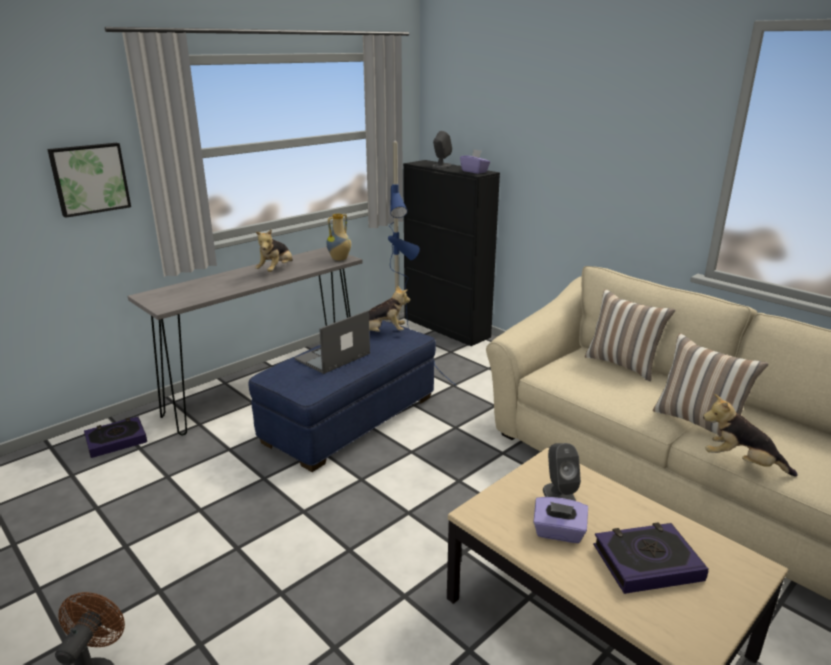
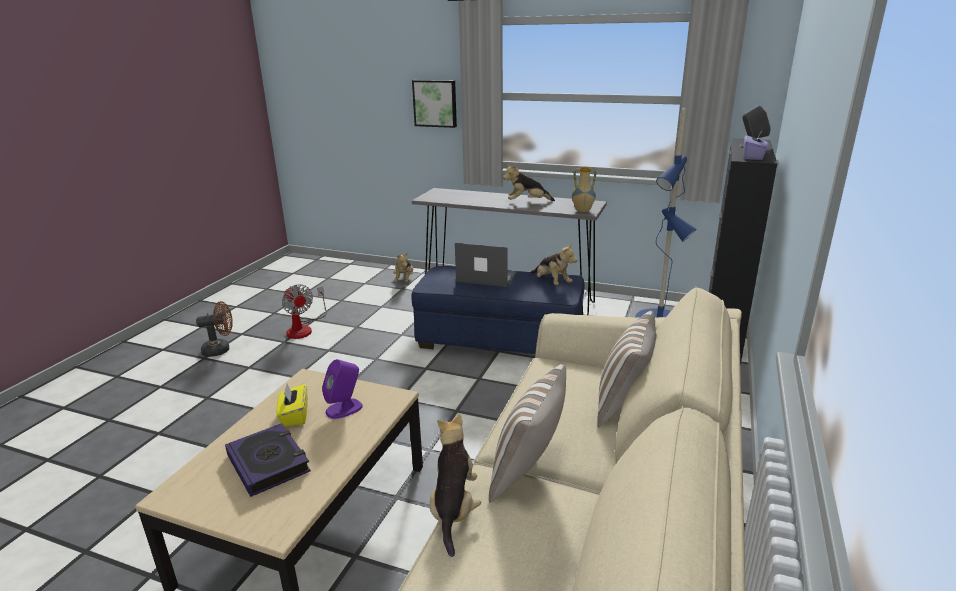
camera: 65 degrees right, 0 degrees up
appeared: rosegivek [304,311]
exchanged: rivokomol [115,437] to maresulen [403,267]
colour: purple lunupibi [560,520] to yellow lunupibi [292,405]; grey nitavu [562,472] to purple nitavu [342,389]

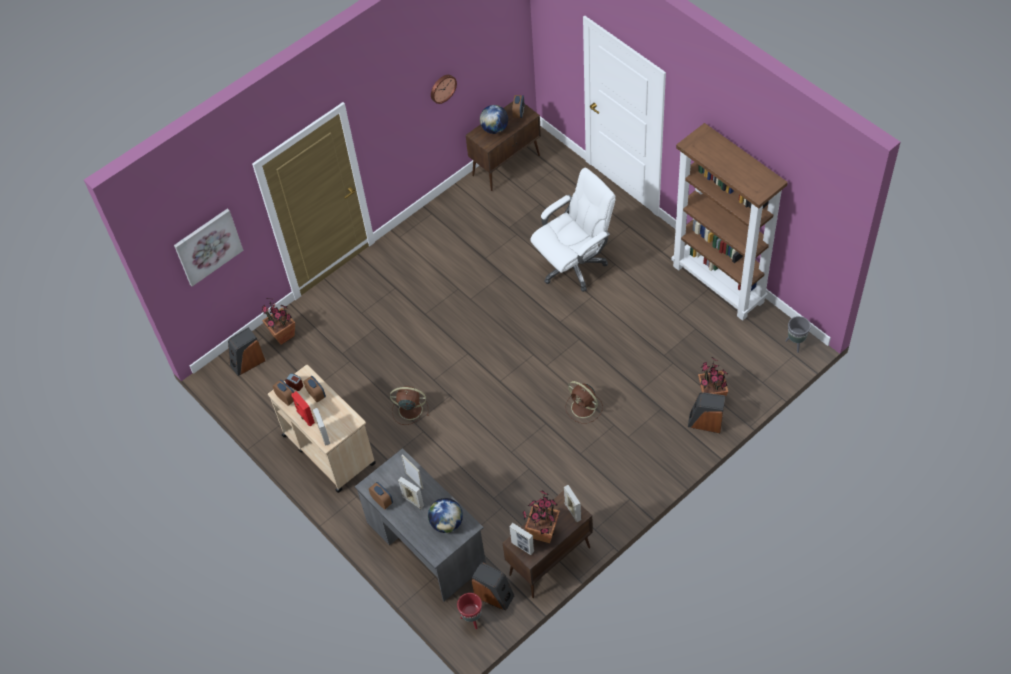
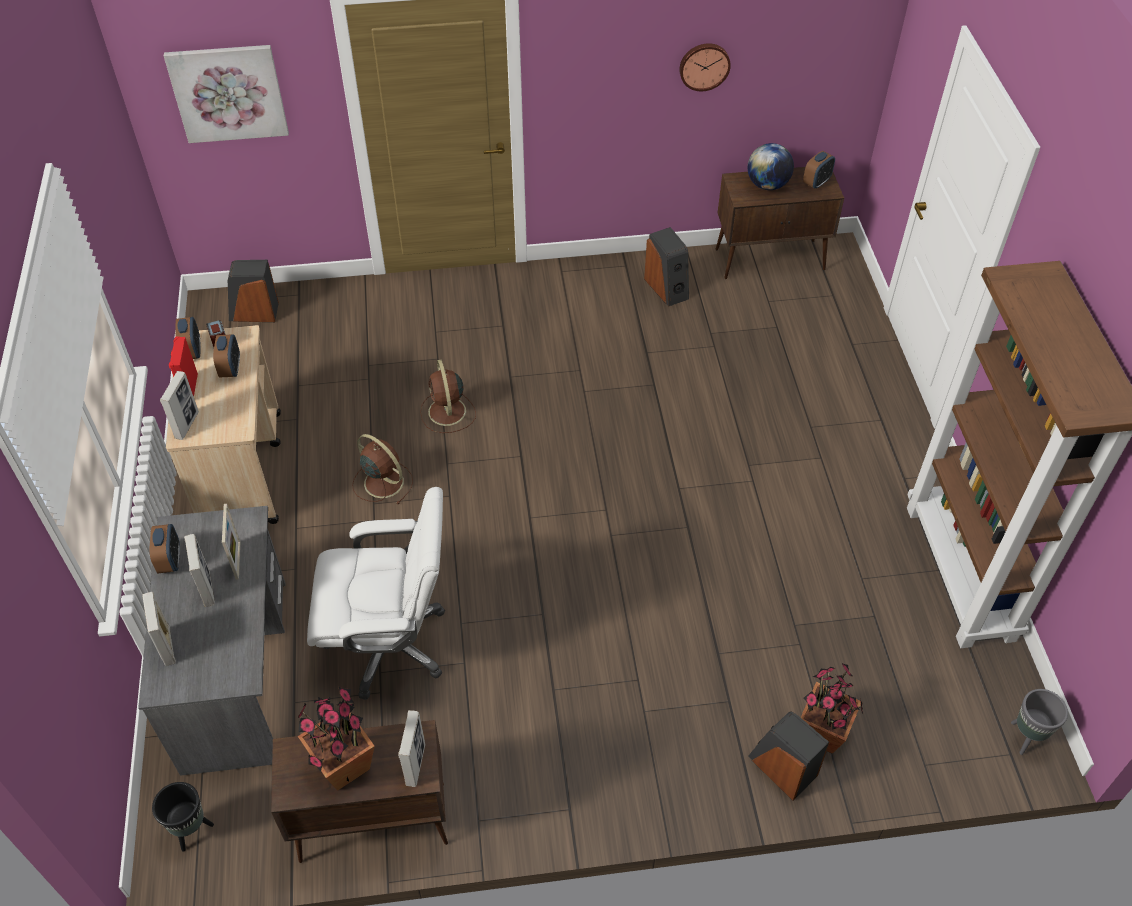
camera: 30 degrees right, 5 degrees down
missing: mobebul [278,321]; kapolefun [445,515]
relocated: nitavu [493,586] to [666,267]; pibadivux [522,539] to [159,629]; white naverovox [573,230] to [376,593]; brown rosegivek [584,402] to [448,396]
colour: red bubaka [469,611] to black bubaka [183,817]

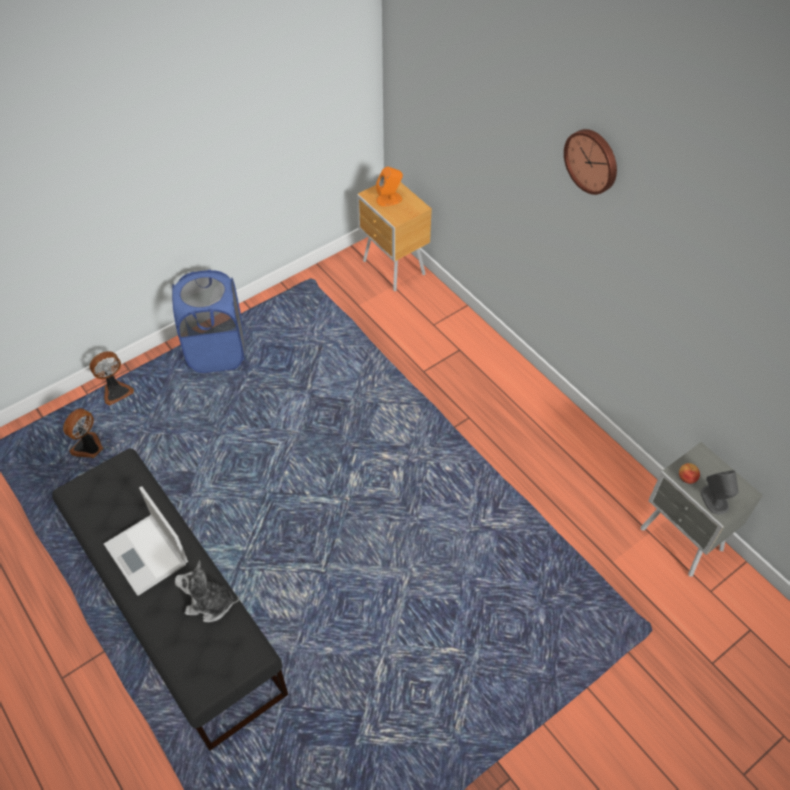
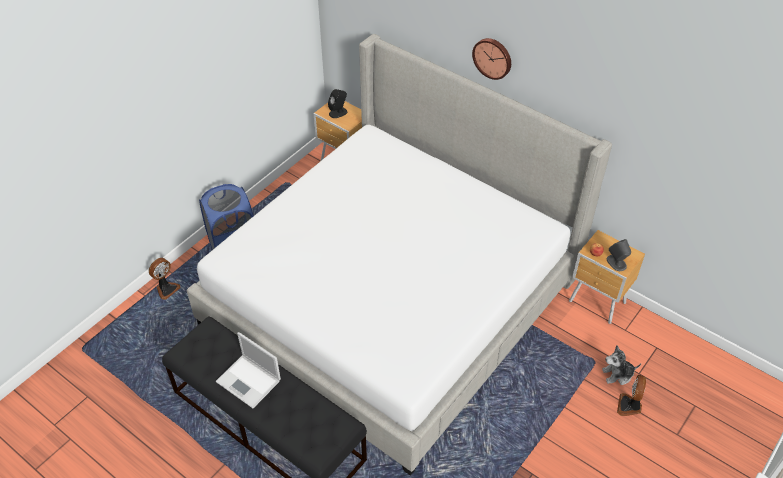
camera: 15 degrees left, 5 degrees down
appeared: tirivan [399,255]
relocated: rosegivek [83,433] to [631,395]; maresulen [207,591] to [621,365]
colour: orange nitavu [389,186] to black nitavu [337,103]; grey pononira [702,509] to brown pononira [607,277]

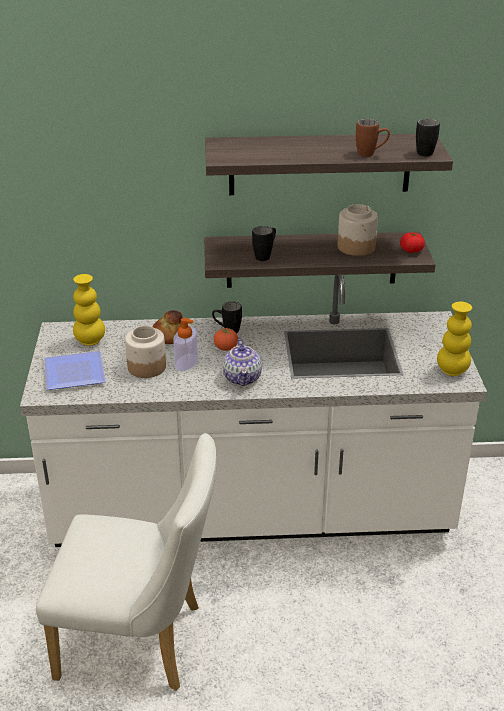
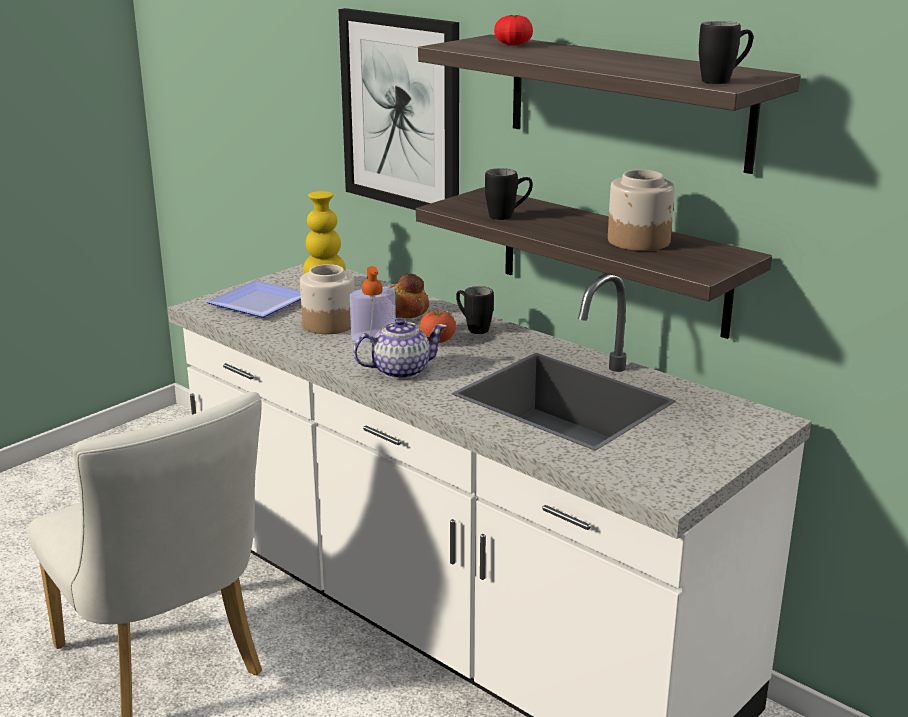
camera: 45 degrees right, 10 degrees down
missing: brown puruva [373,137]; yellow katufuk [454,339]
appeared: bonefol [398,109]
relocated: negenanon [412,242] to [513,29]
spun: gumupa [242,362] = [400,348] 150 degrees counterclockwise

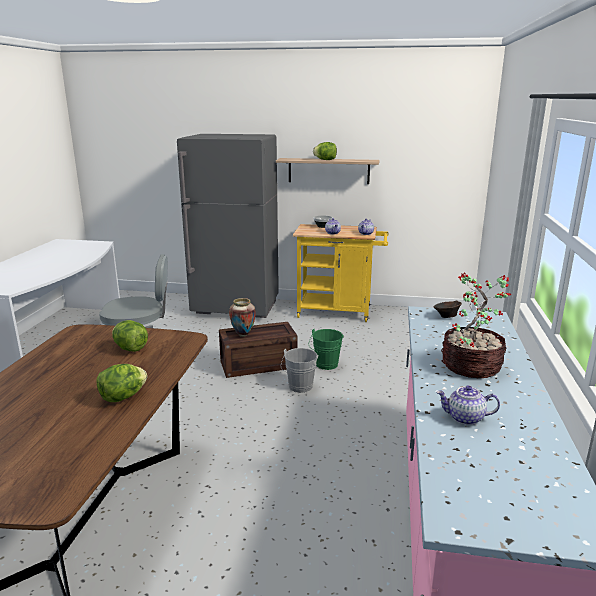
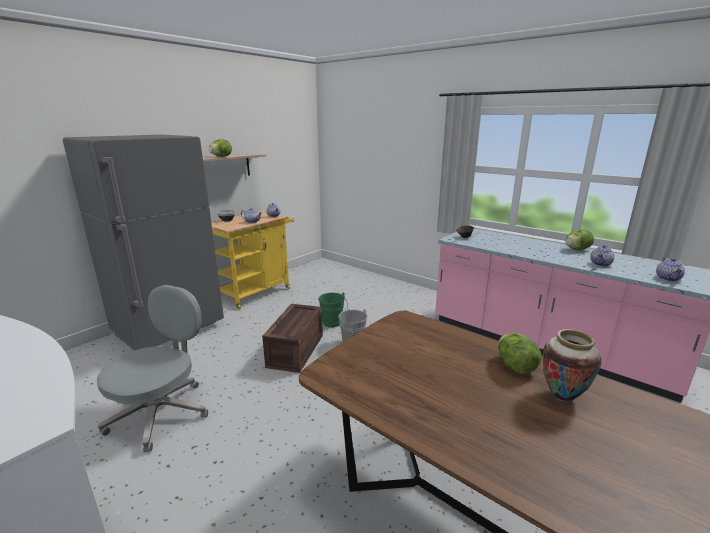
camera: 60 degrees left, 0 degrees up
missing: mobebul [476,325]
appeared: gumupa [670,269]
relocated: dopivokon [130,336] to [579,239]; katufuk [242,317] to [572,365]

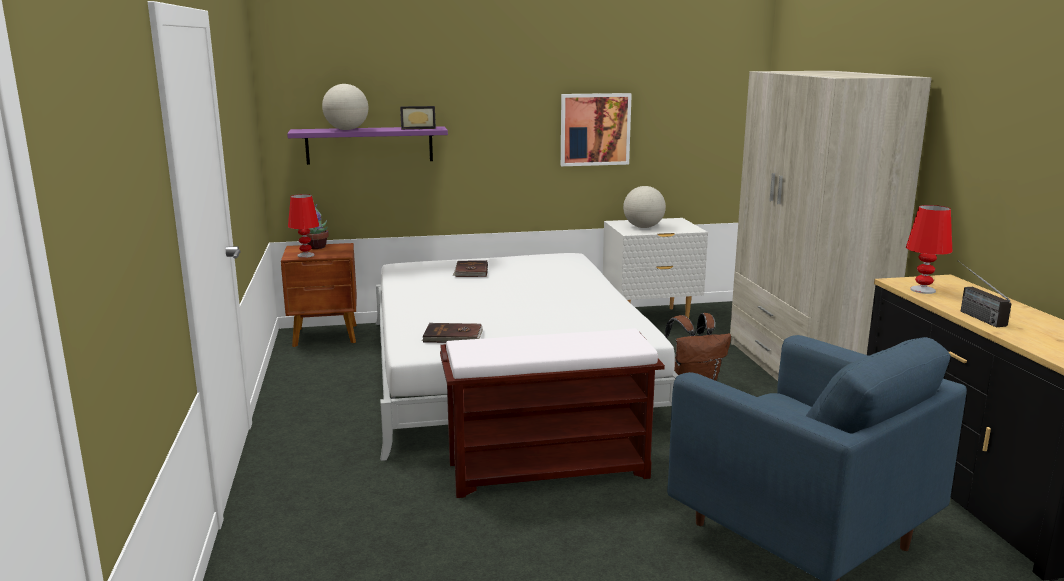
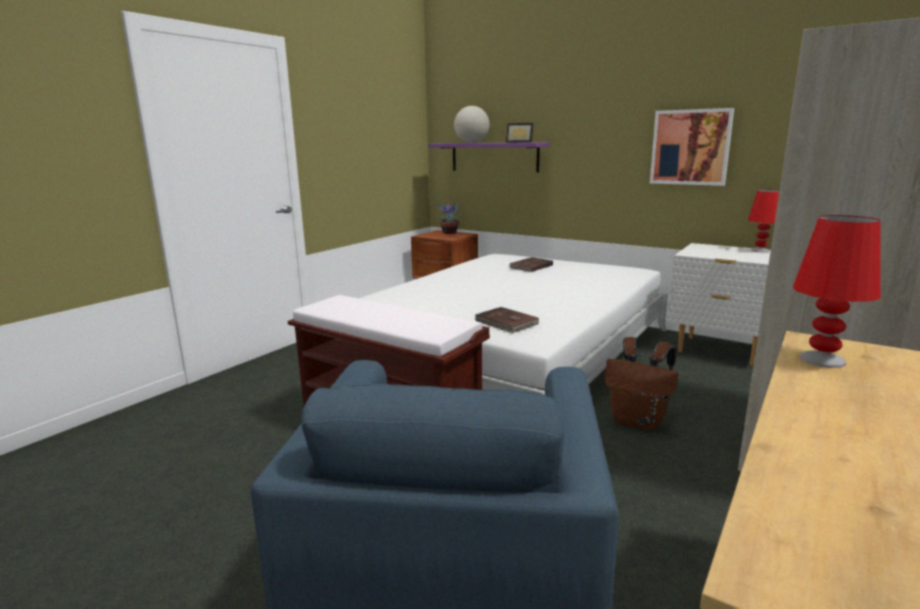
camera: 45 degrees right, 0 degrees up
missing: kapolefun [644,207]; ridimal [985,293]
relocated: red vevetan [303,226] to [763,221]; brown rivokomol [452,333] to [507,320]

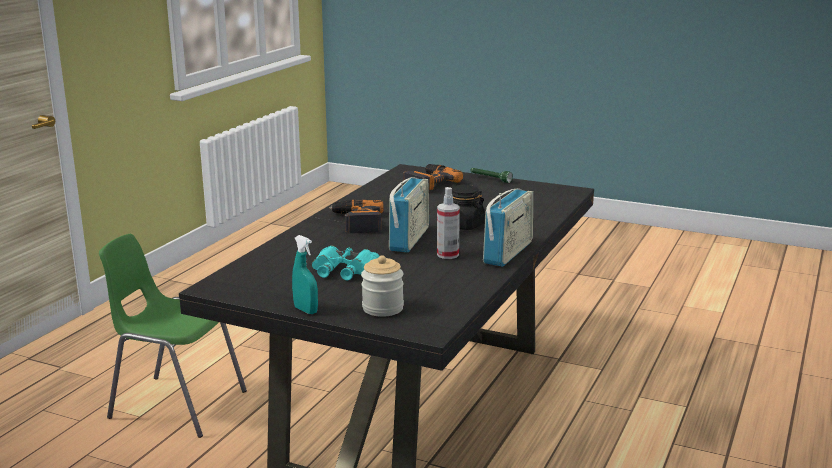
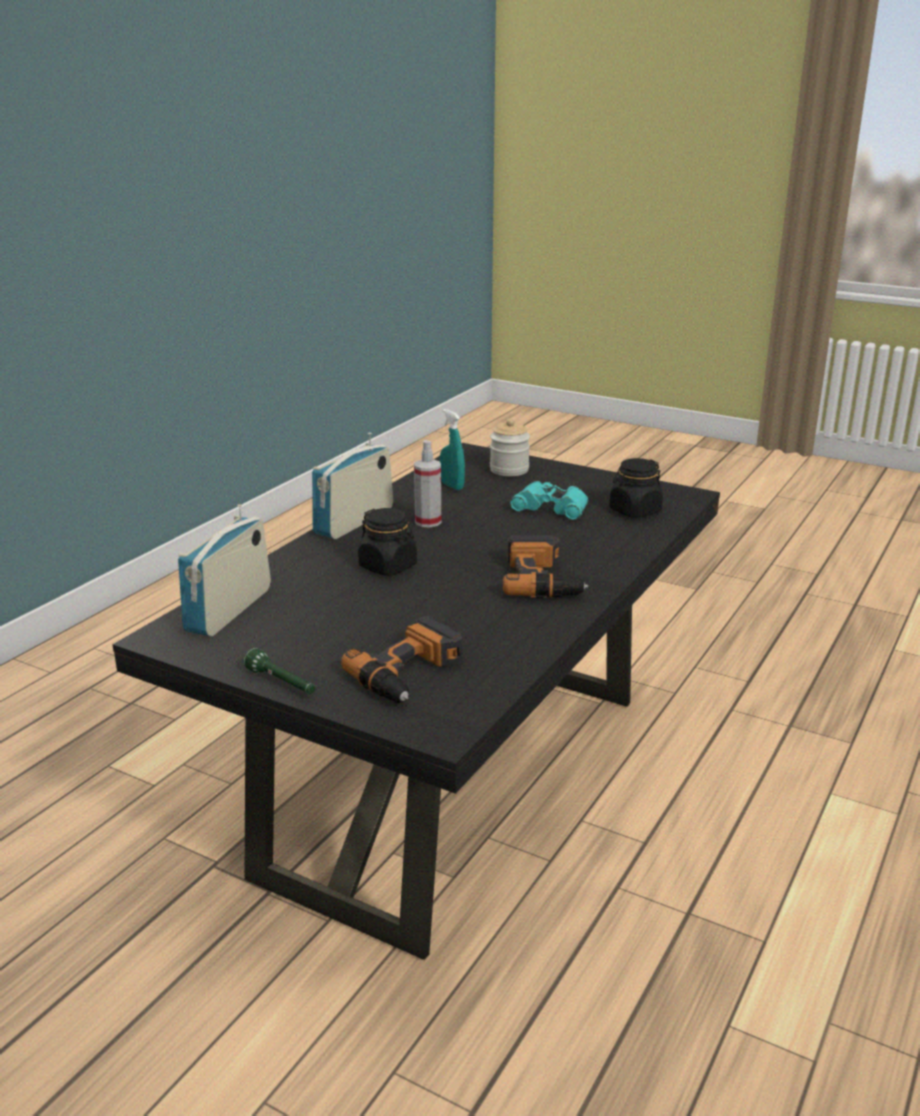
camera: 175 degrees left, 5 degrees up
missing: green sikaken [173,336]
appeared: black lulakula [636,488]
relocated: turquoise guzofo [305,274] to [452,449]; ridimal [409,215] to [224,570]

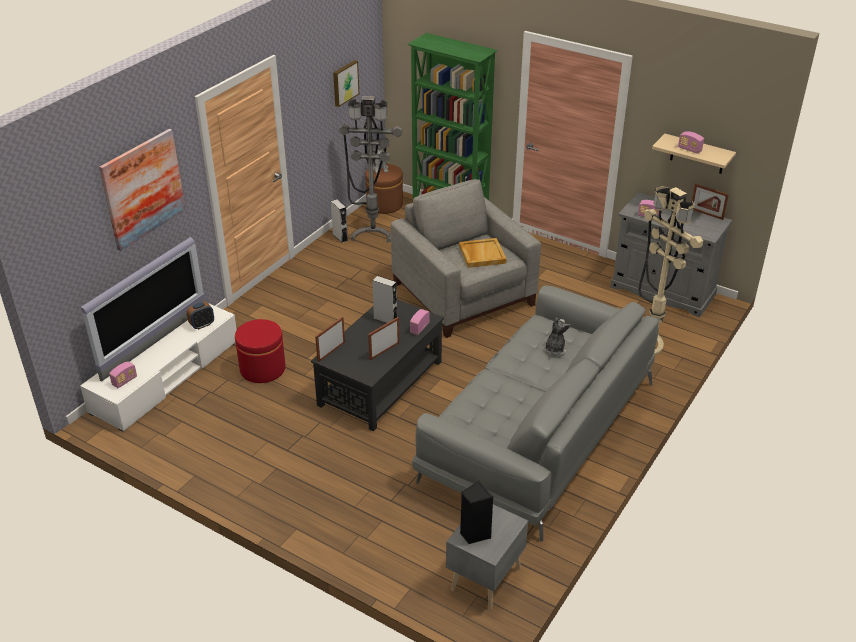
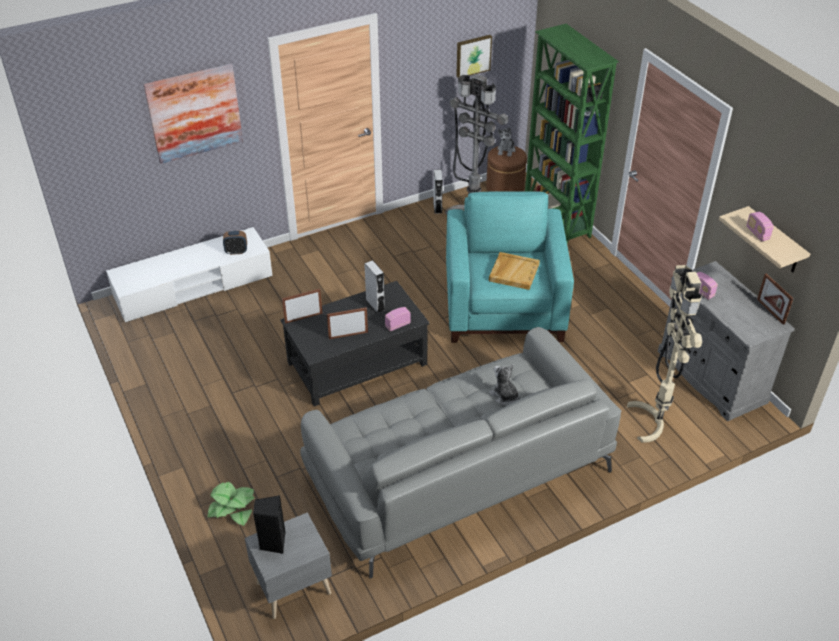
camera: 30 degrees right, 5 degrees up
missing: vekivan [143,309]; ridimal [123,374]; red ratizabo [260,351]
appeared: mobebul [231,504]
colour: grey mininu [466,258] to turquoise mininu [510,267]
spun: maresulen [557,337] = [504,384] 90 degrees counterclockwise

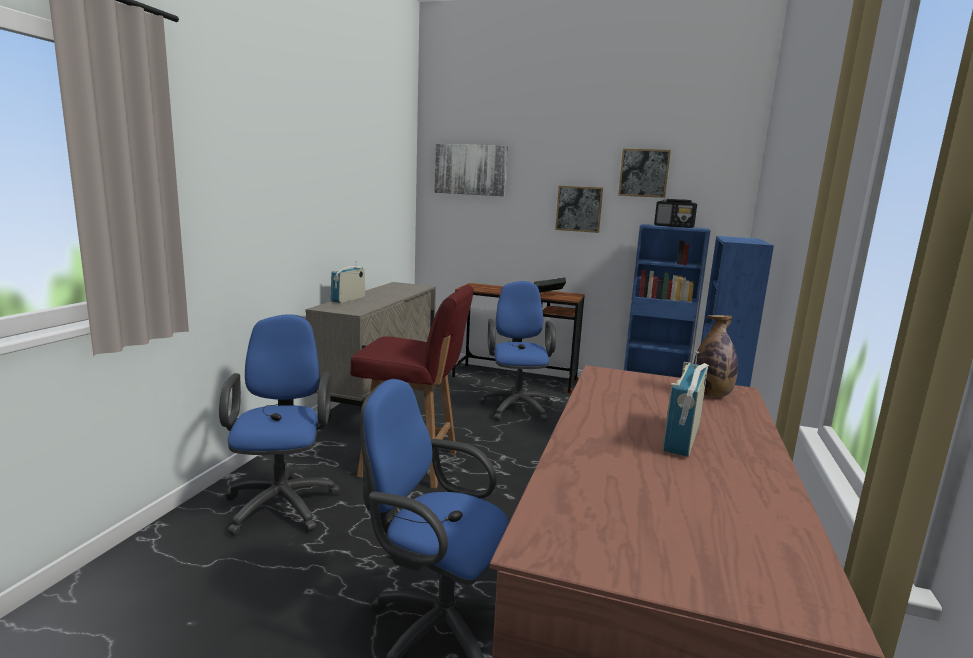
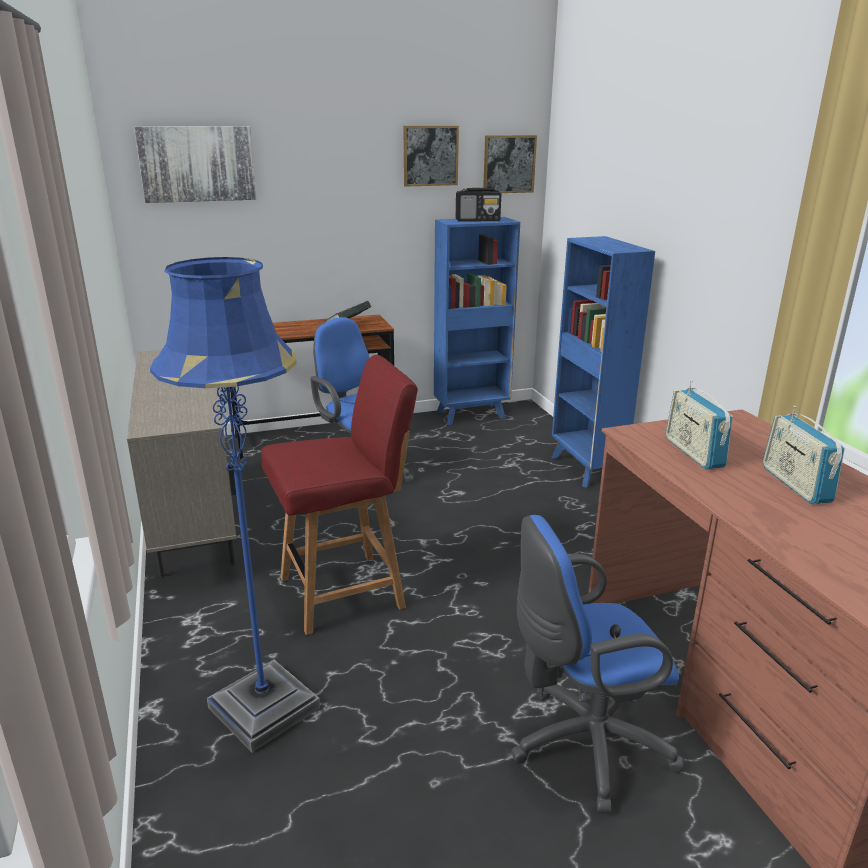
camera: 35 degrees left, 10 degrees up
missing: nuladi [716,356]
relocated: ridimal [348,282] to [699,424]; bonefol [579,209] to [510,164]
exchanged: blue naverovox [279,425] to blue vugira [235,504]

